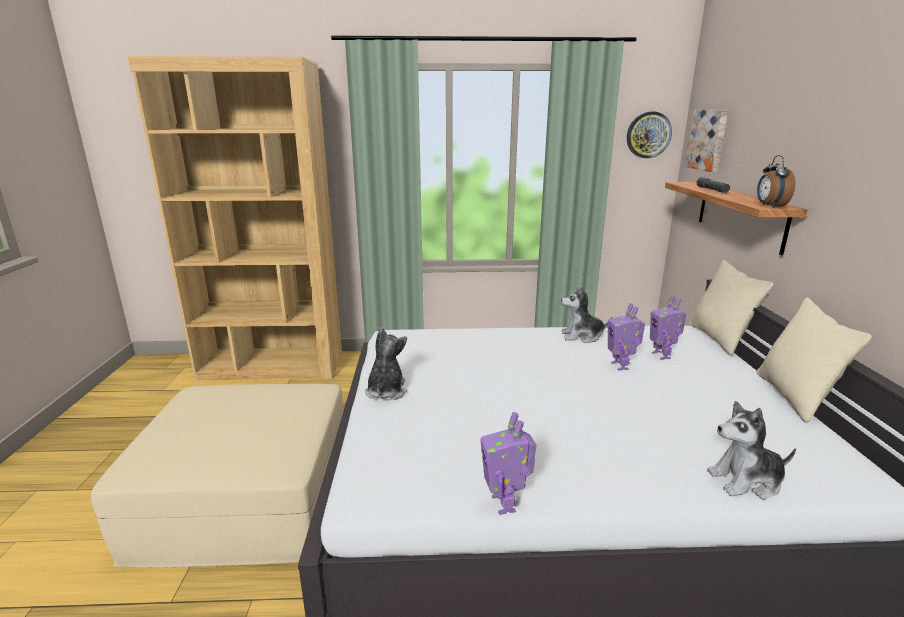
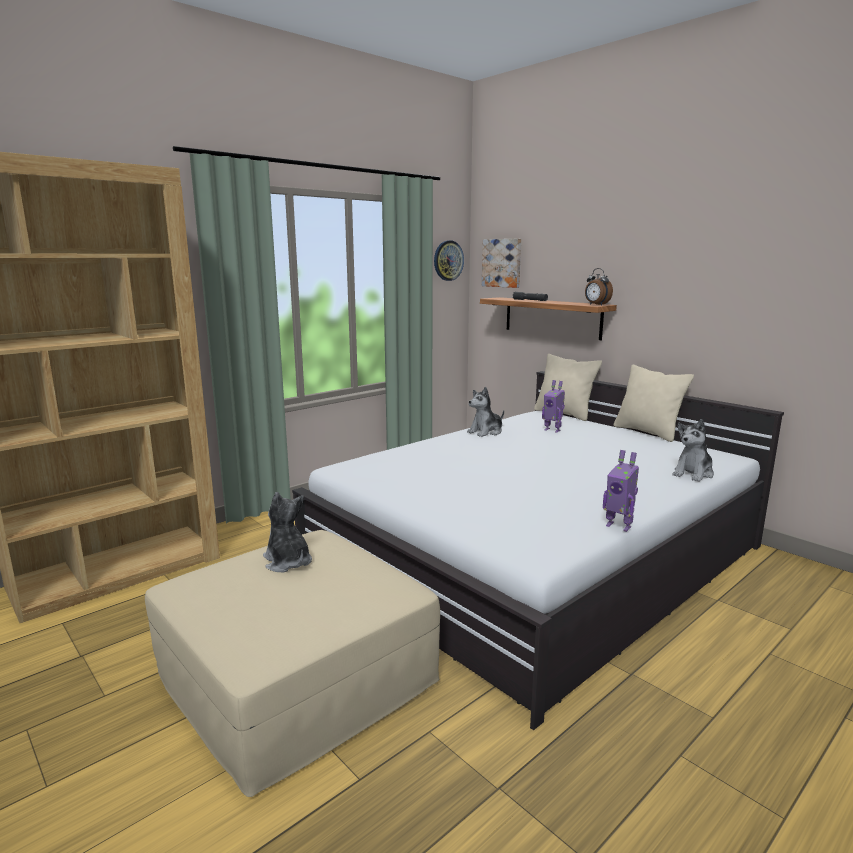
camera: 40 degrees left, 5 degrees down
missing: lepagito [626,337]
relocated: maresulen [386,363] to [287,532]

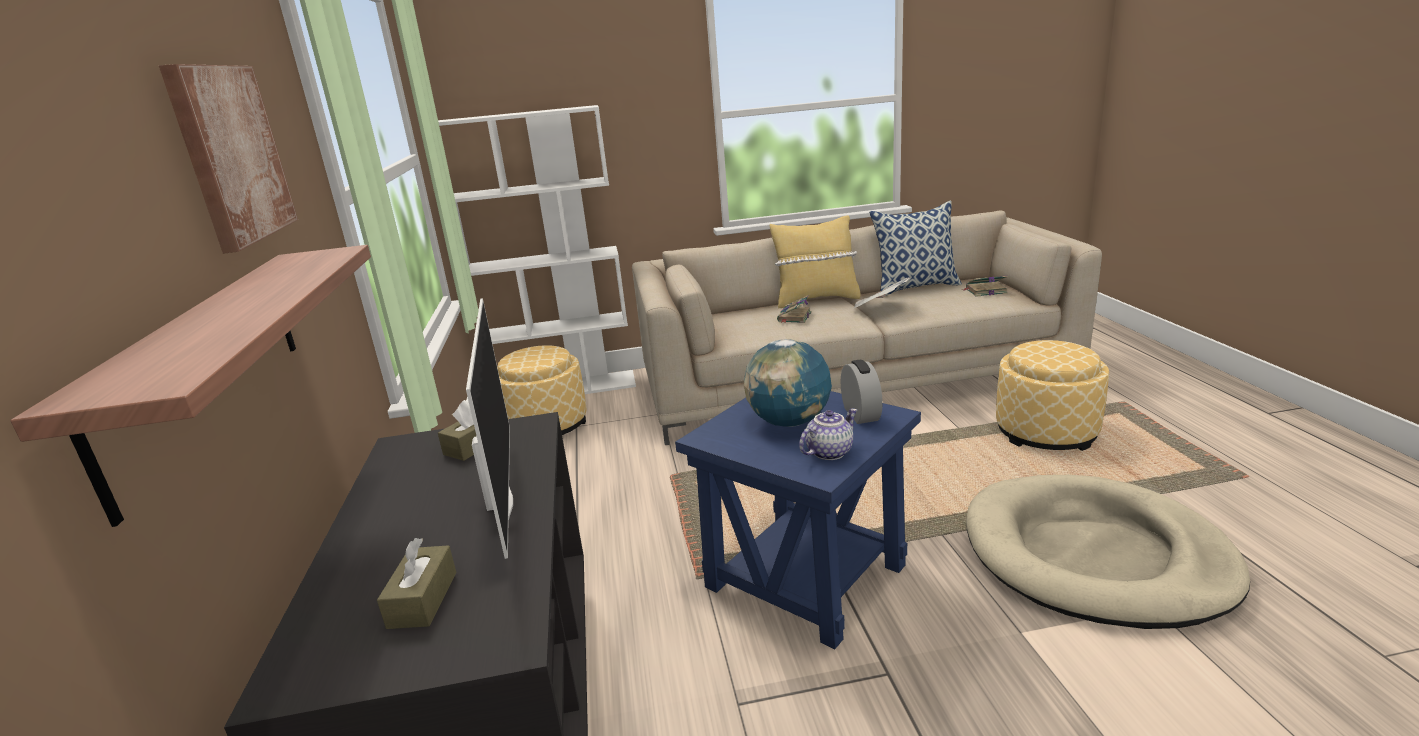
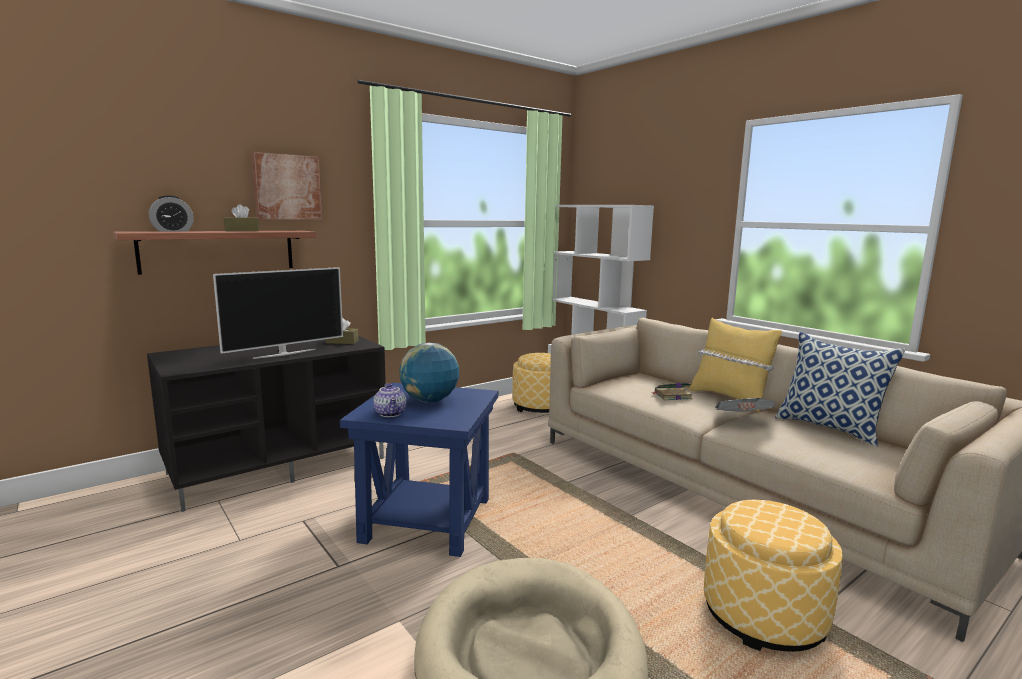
camera: 60 degrees right, 10 degrees down
missing: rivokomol [985,286]
relocated: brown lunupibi [416,583] to [241,217]; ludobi [862,392] to [171,213]
spun: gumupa [828,434] = [390,400] 45 degrees clockwise

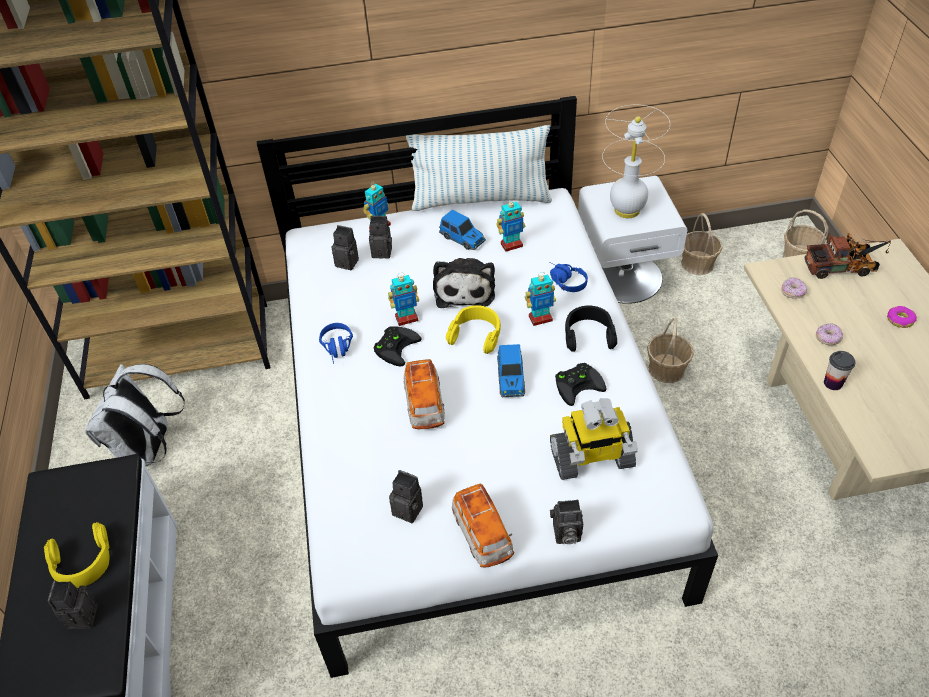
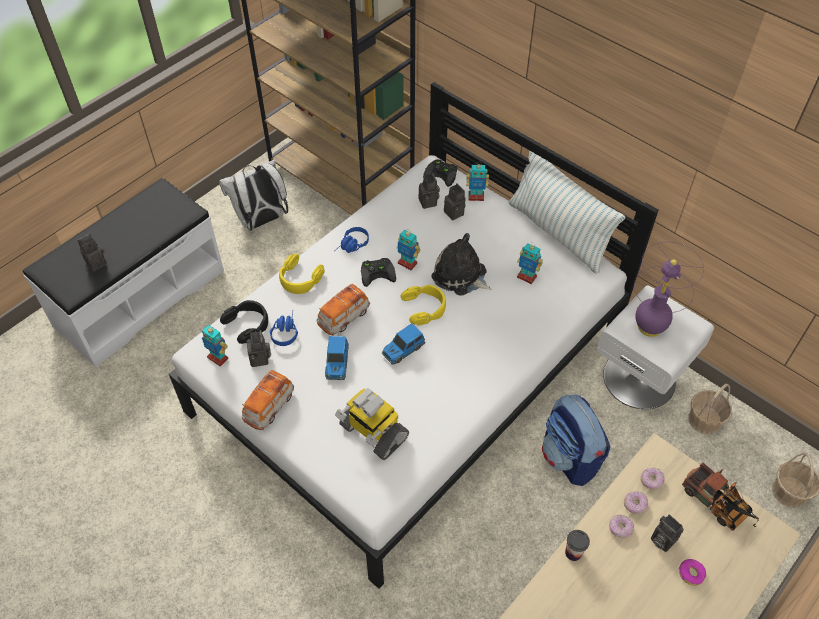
camera: 50 degrees right, 5 degrees up
appeared: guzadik [636,502]
relocated: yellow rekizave [77,555] to [302,273]; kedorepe [462,229] to [337,358]; lepagito [540,299] to [215,346]; blue rekizave [568,277] to [284,328]; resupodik [566,522] to [667,533]; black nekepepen [580,384] to [440,173]; black rekizave [591,328] to [244,322]
exchanged: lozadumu [670,350] to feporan [576,440]
colour: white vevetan [636,161] to purple vevetan [669,289]
spun: maresulen [464,283] = [461,264] 75 degrees clockwise

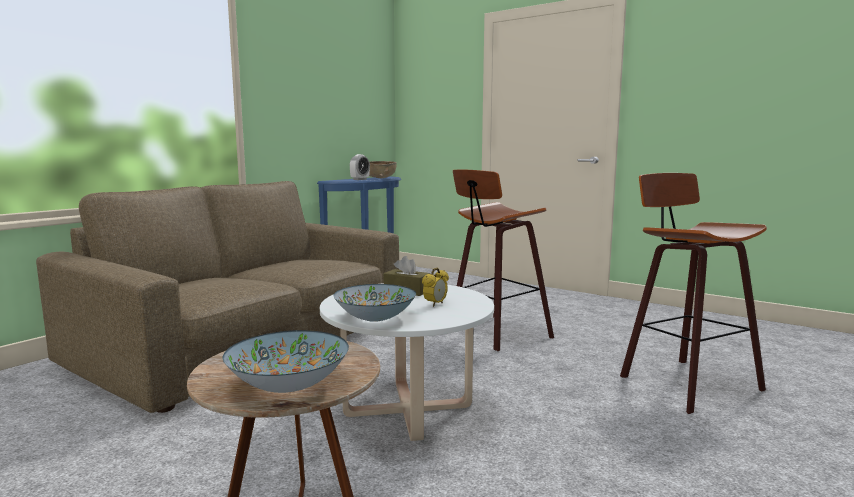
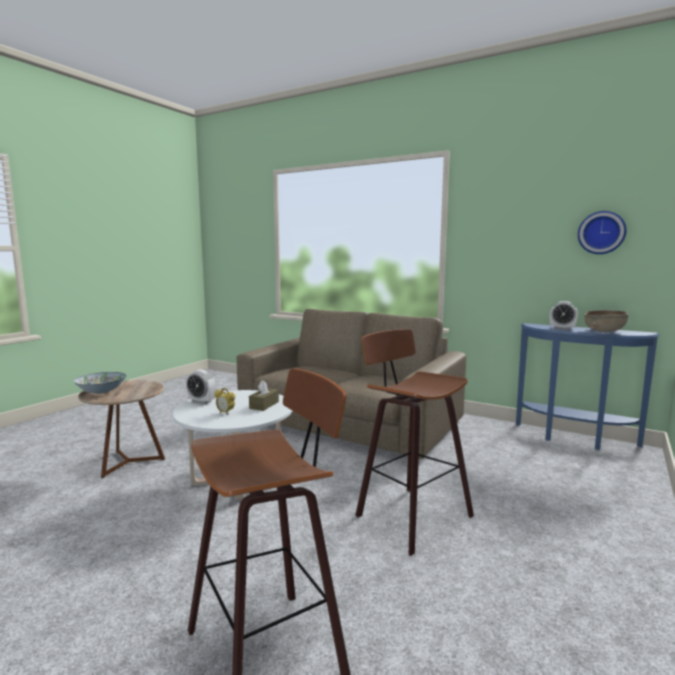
camera: 85 degrees right, 0 degrees up
appeared: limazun [602,232]
exchanged: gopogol [374,303] to ludobi [201,387]

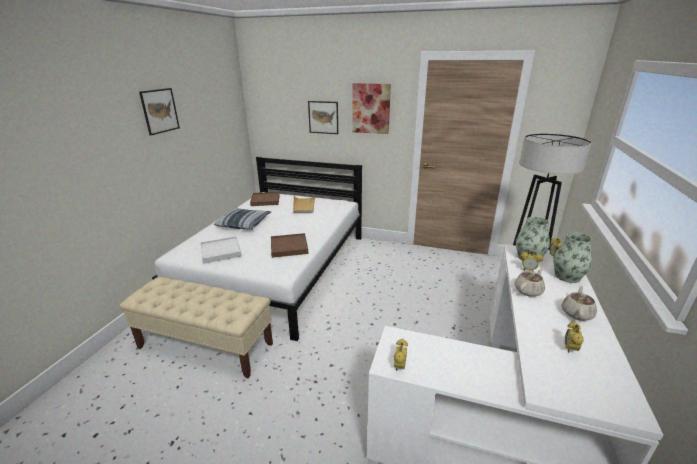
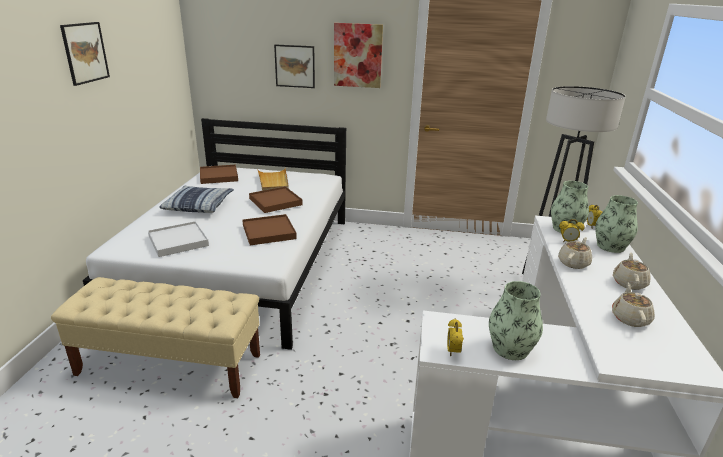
camera: 10 degrees left, 0 degrees up
appeared: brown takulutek [276,199]; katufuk [516,320]
exchanged: ludobi [574,337] to beige gumupa [633,304]

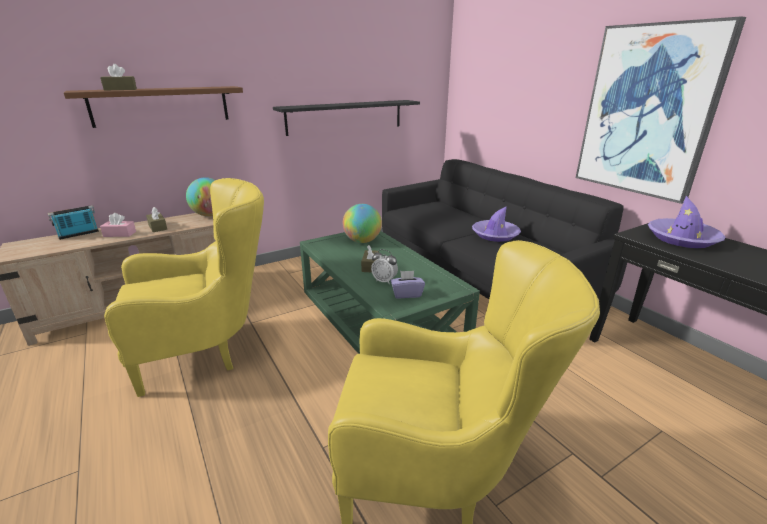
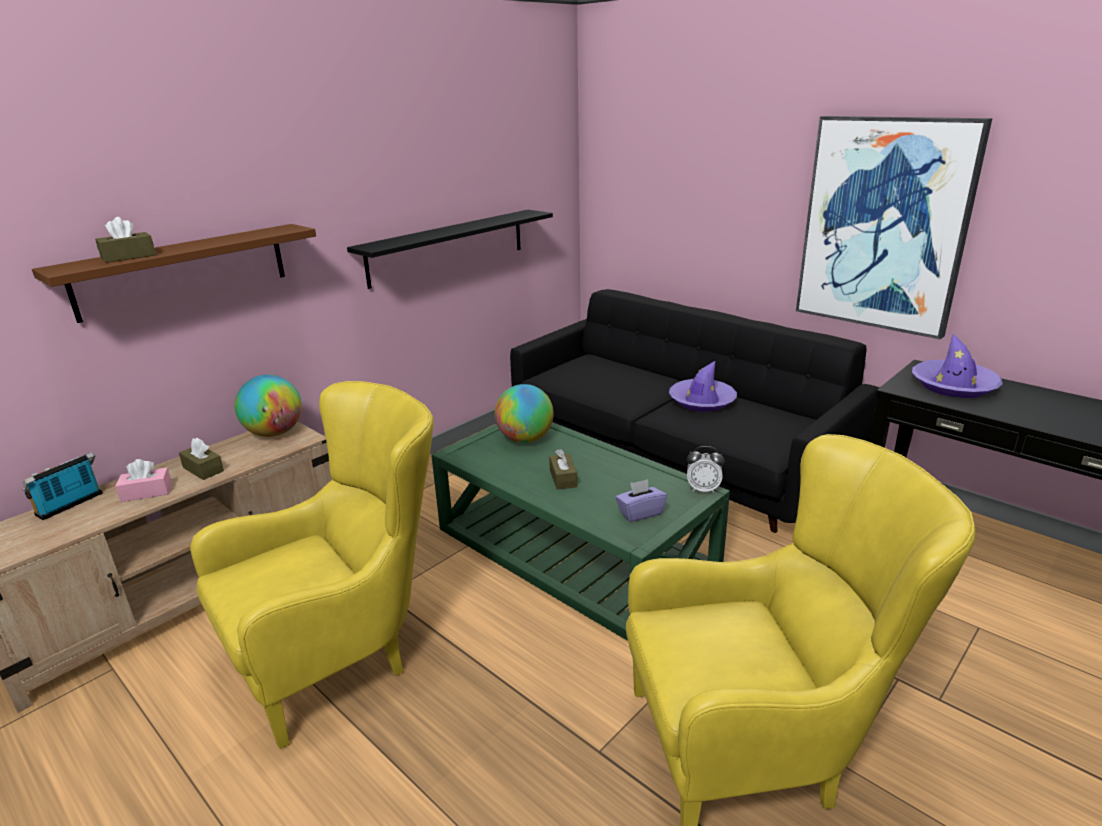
camera: 15 degrees left, 0 degrees up
relocated: ludobi [384,266] to [706,469]

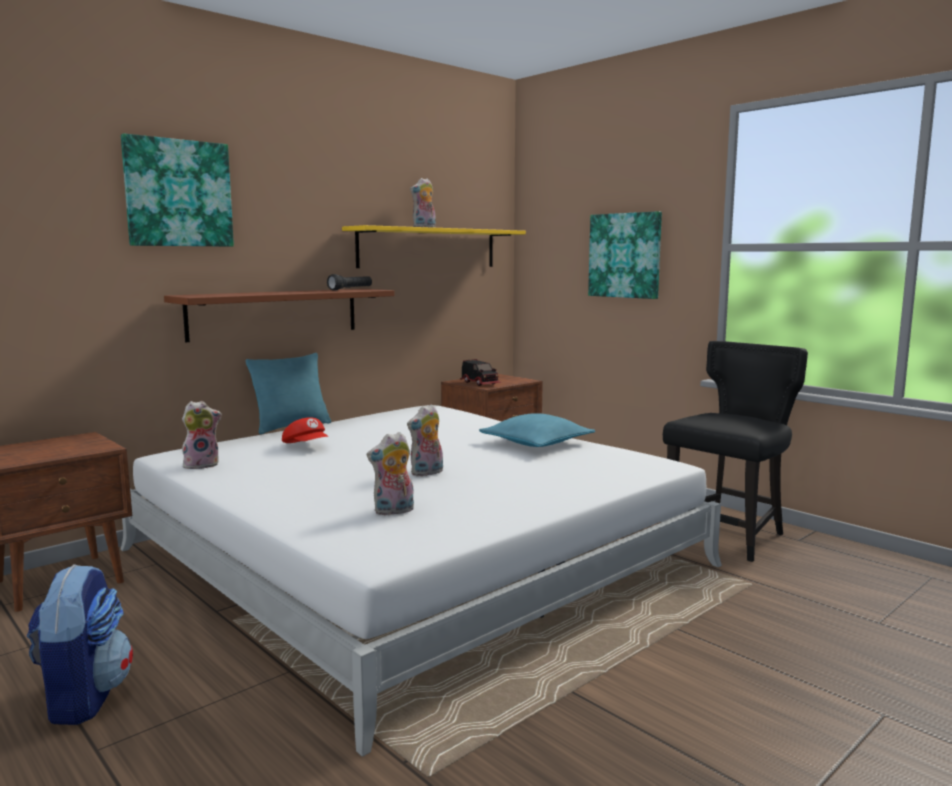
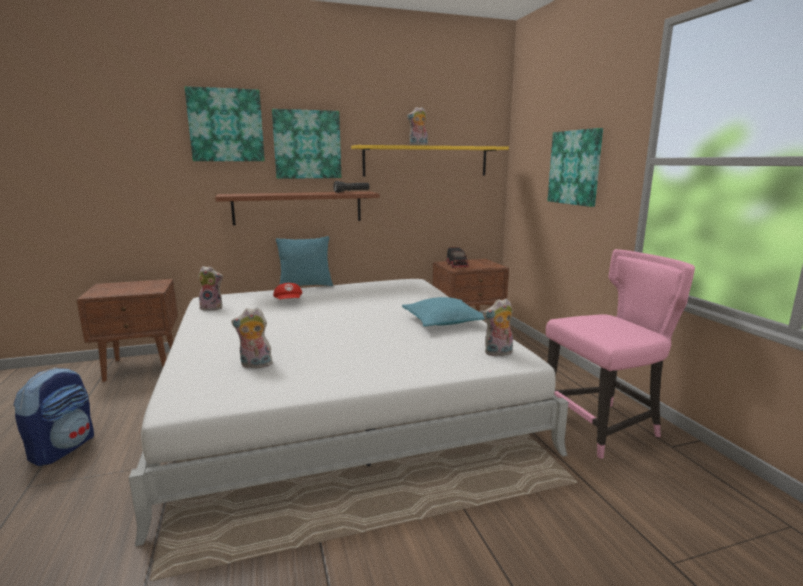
camera: 25 degrees right, 5 degrees up
appeared: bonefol [306,144]
relocated: maresulen [425,440] to [498,327]
colour: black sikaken [735,451] to pink sikaken [620,354]

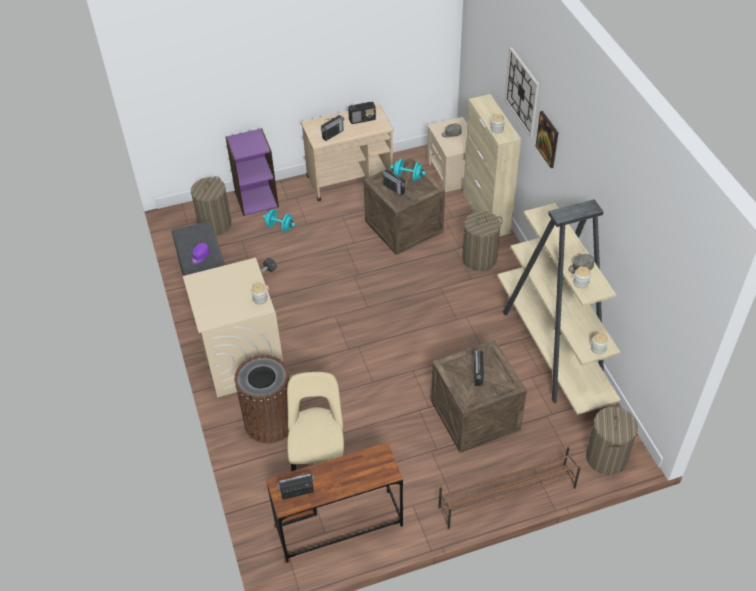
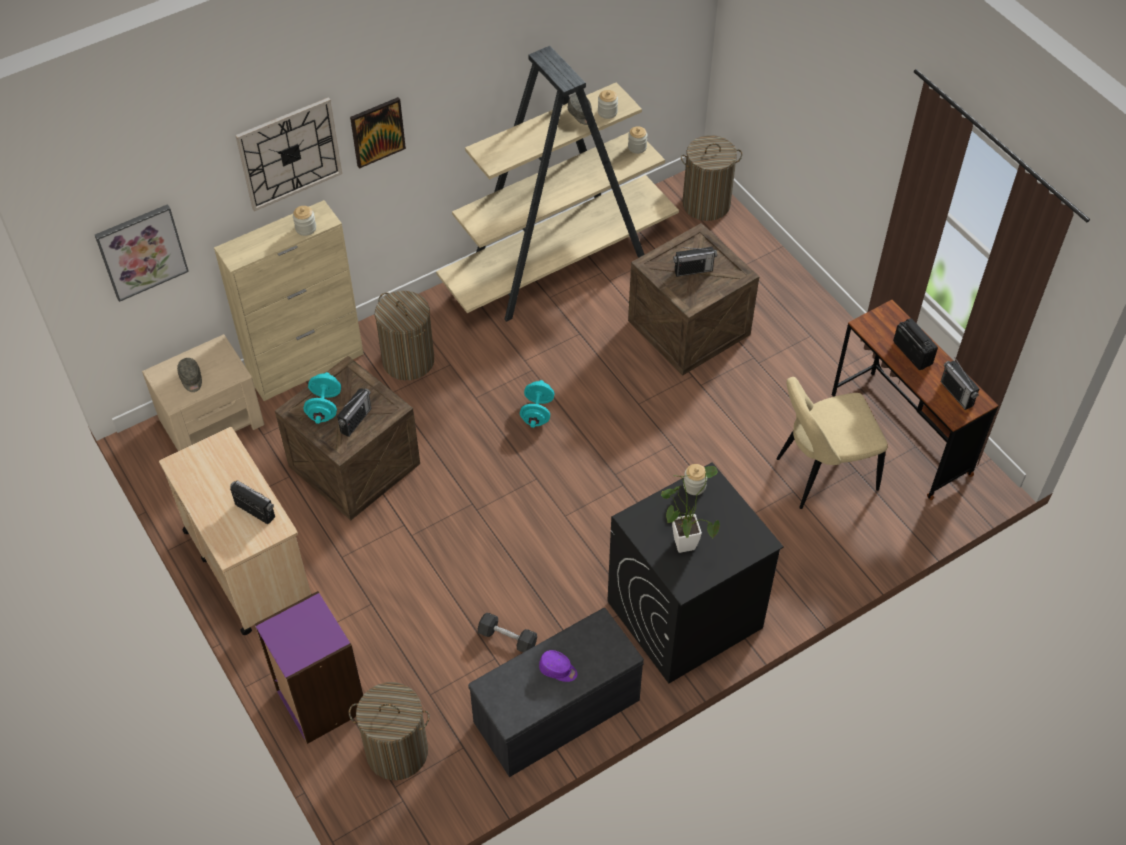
camera: 105 degrees left, 5 degrees up
missing: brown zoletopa [262,399]; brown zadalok [509,487]
appeared: bonefol [142,253]; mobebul [690,509]
relocated: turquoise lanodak [279,220] to [537,404]; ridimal [362,113] to [915,344]
colour: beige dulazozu [233,327] to black dulazozu [695,573]

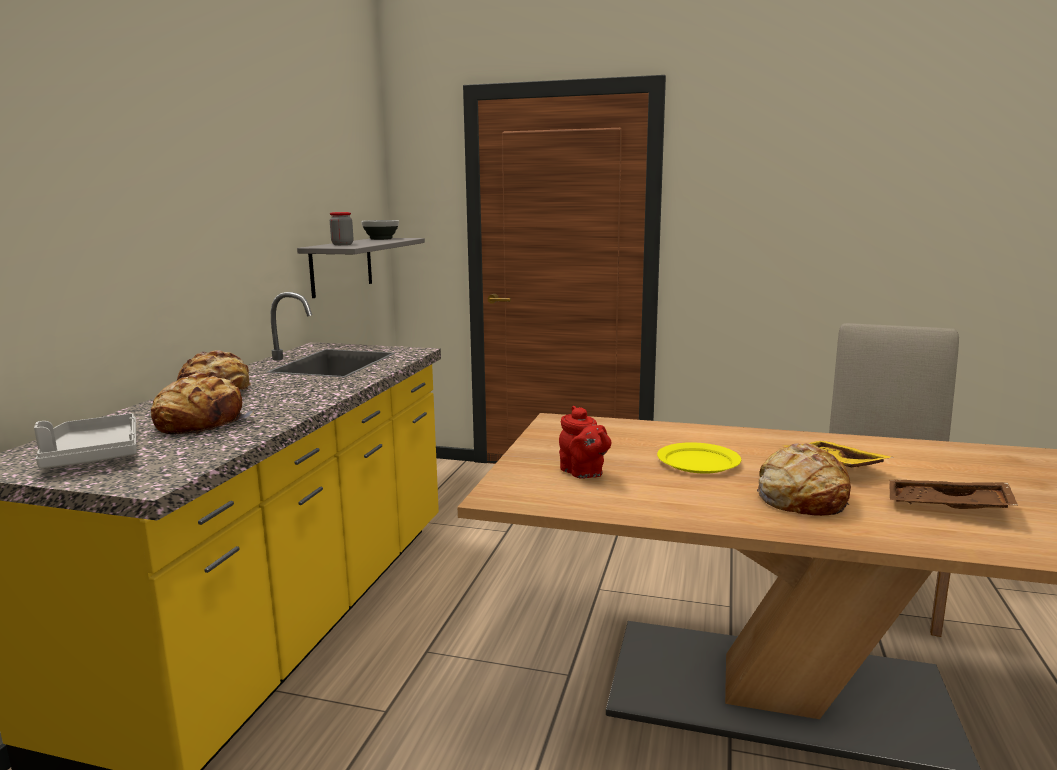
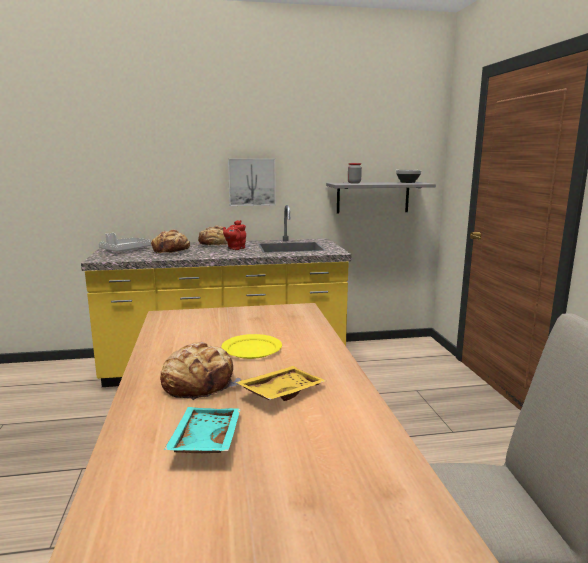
camera: 65 degrees right, 0 degrees up
appeared: bonefol [252,182]
relocated: red gumupa [585,442] to [234,235]
colour: brown takulutek [953,494] to turquoise takulutek [202,430]

